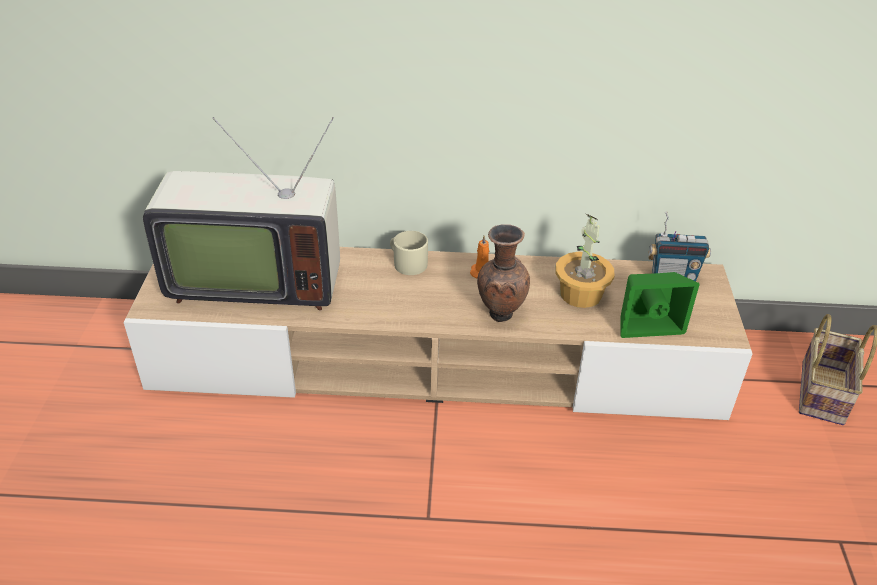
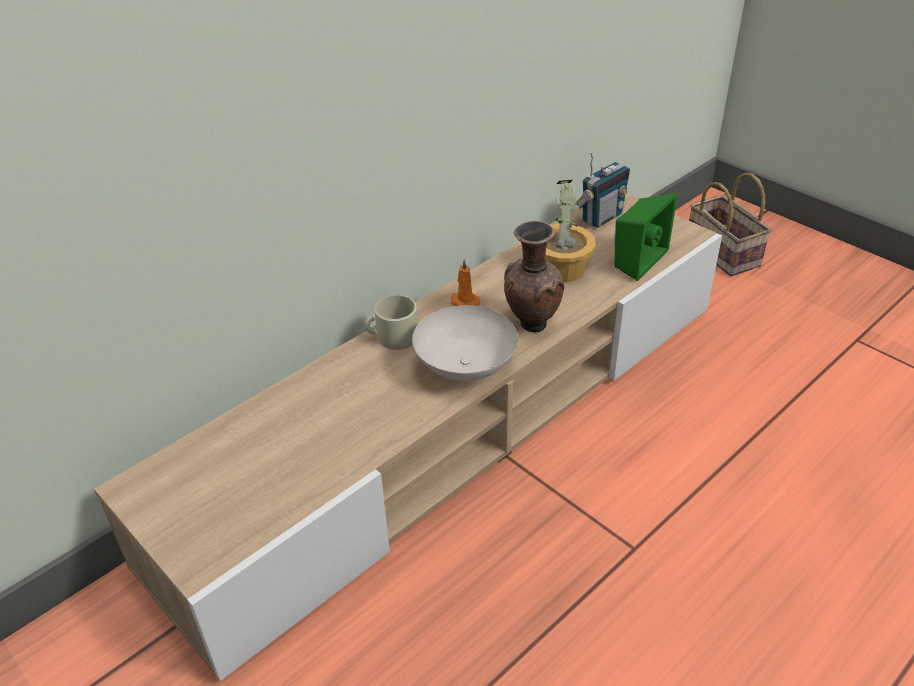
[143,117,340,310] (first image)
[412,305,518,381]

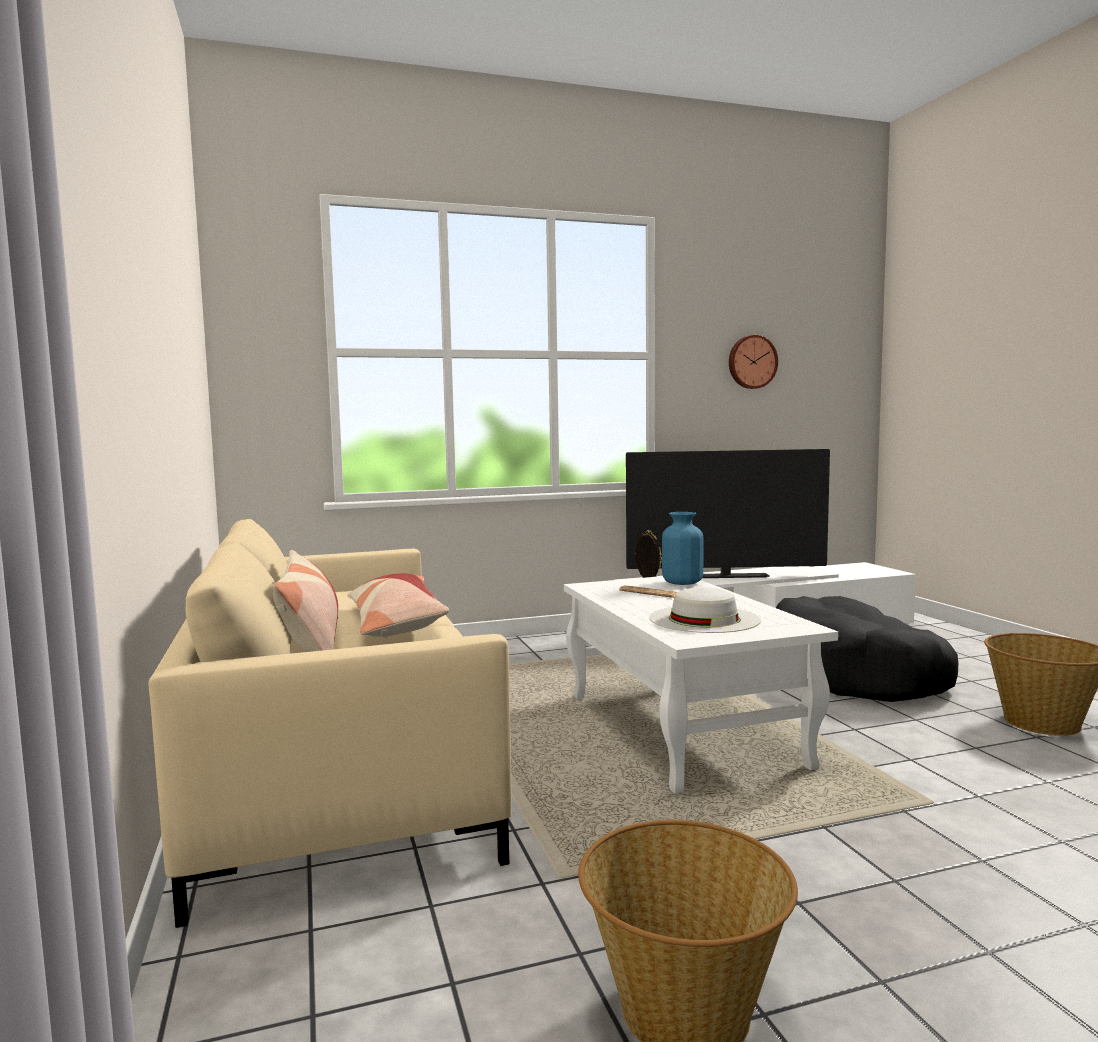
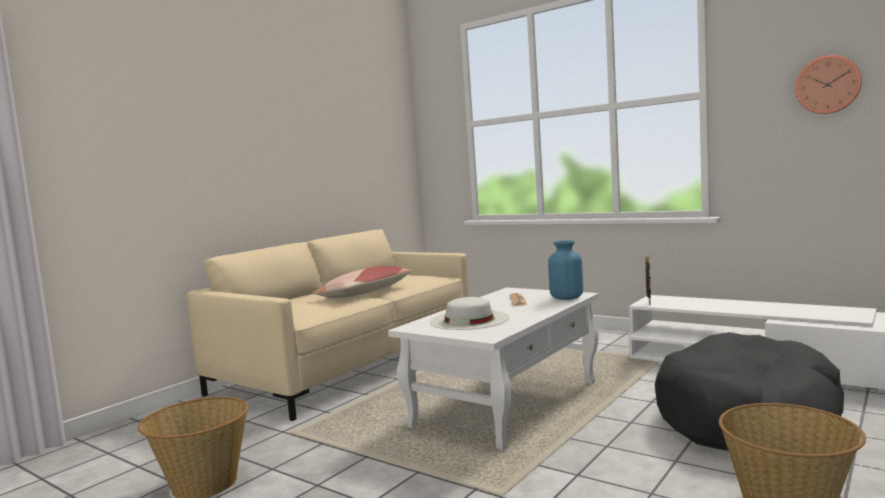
[273,550,338,652] (first image)
[626,449,830,578] (first image)

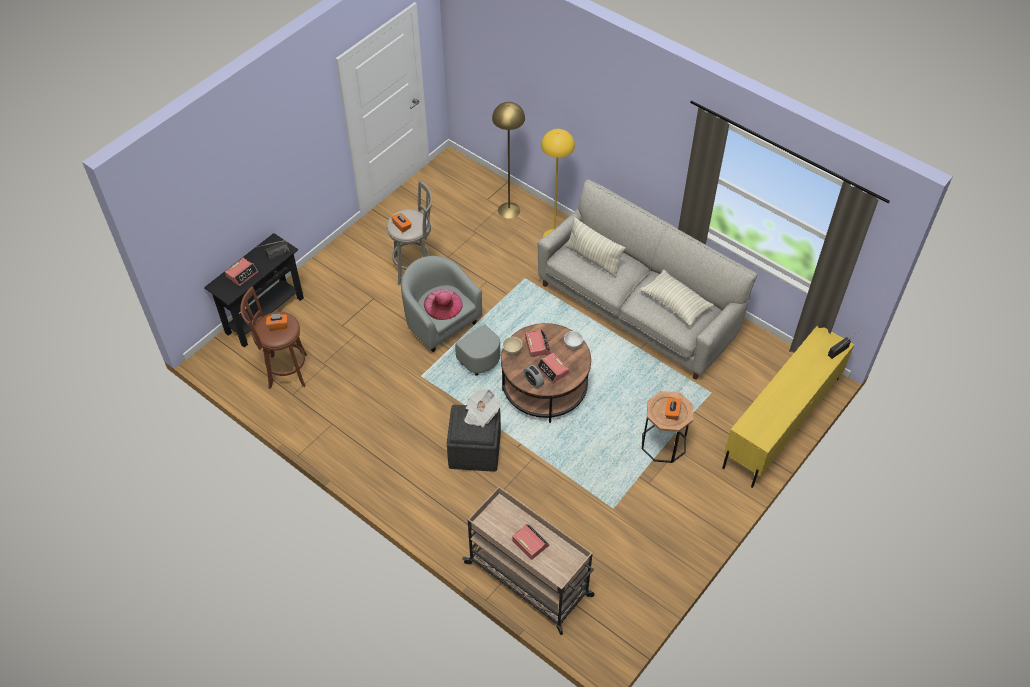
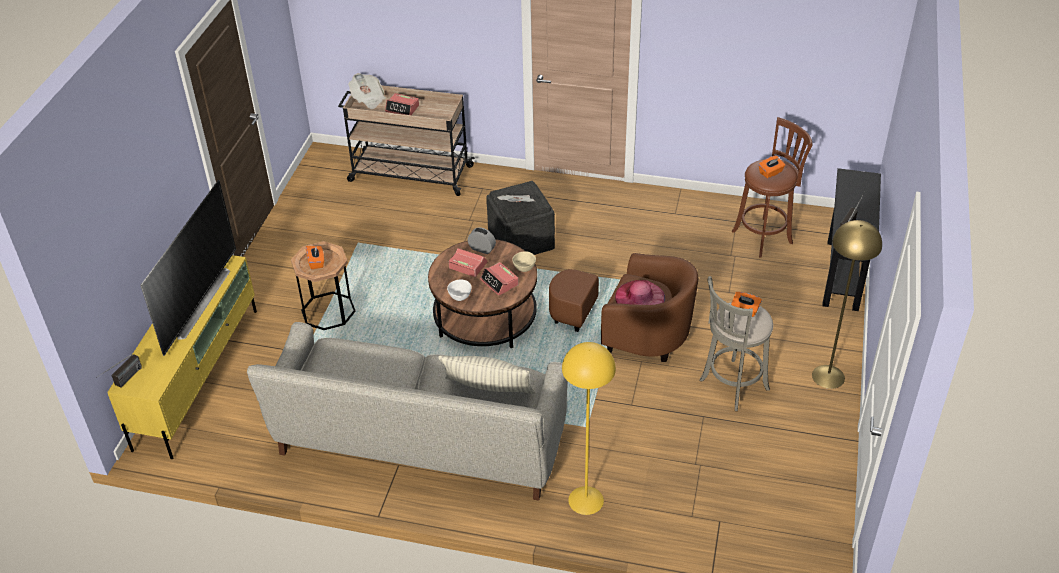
[225,258,258,286] (first image)
[549,253,698,362]
[812,220,882,389]
[640,270,714,327] (first image)
[140,180,236,356]
[348,73,386,109]

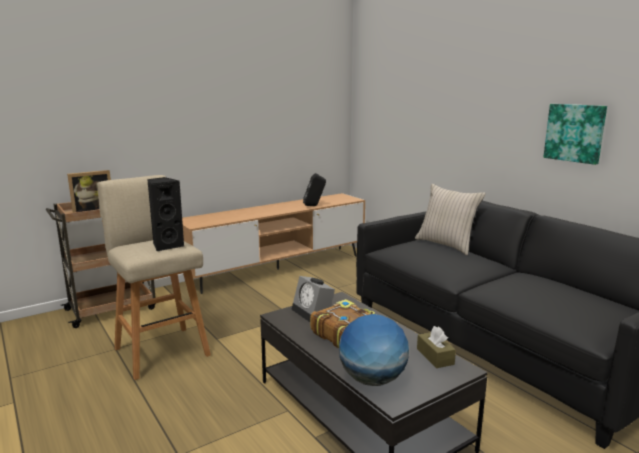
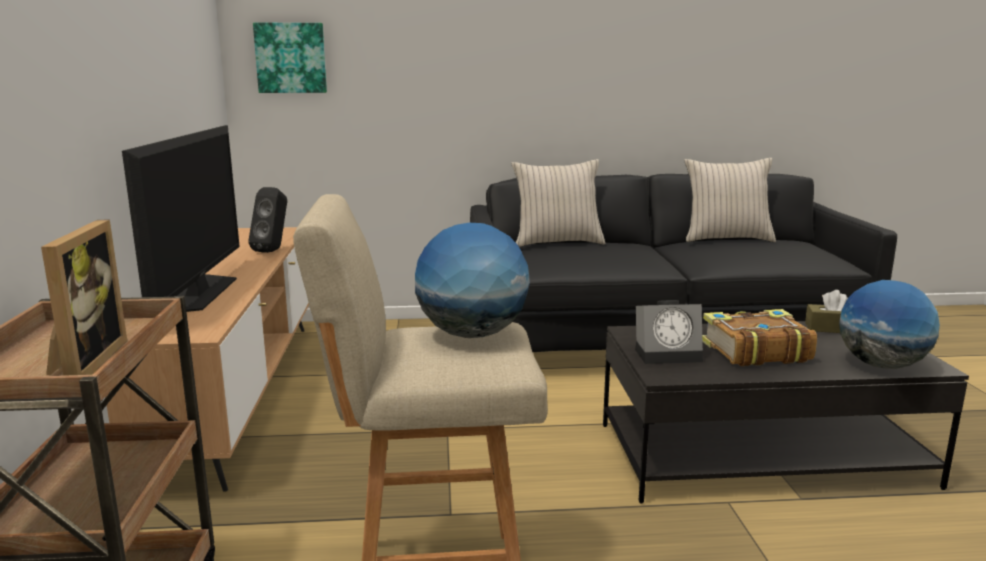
[415,223,530,338]
[253,23,327,93]
[122,125,240,312]
[684,158,776,242]

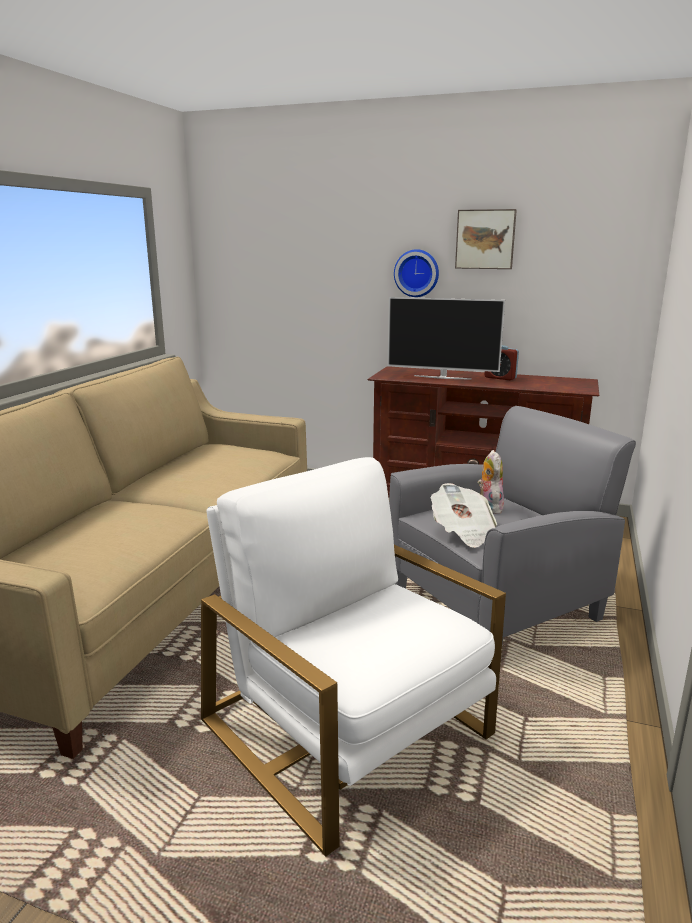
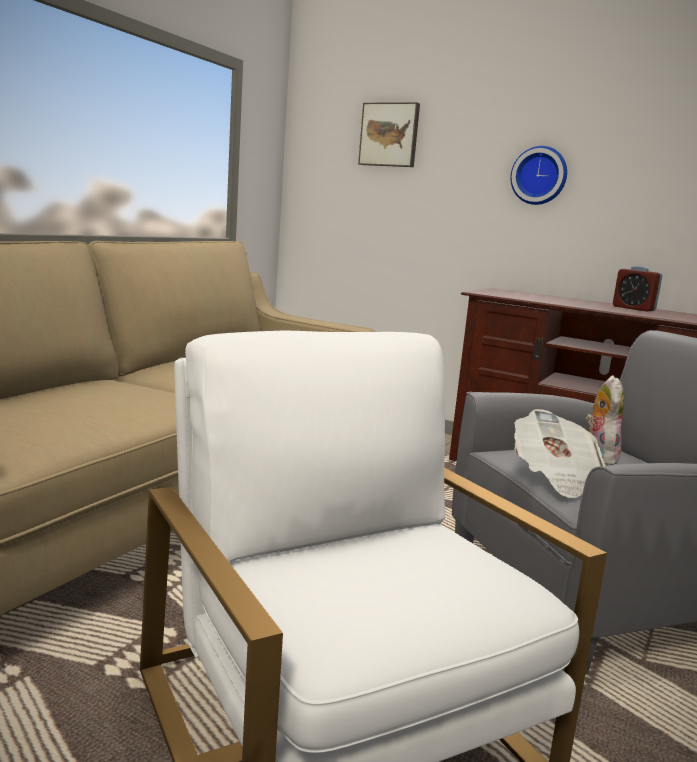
[388,297,505,380] (first image)
[358,102,420,167]

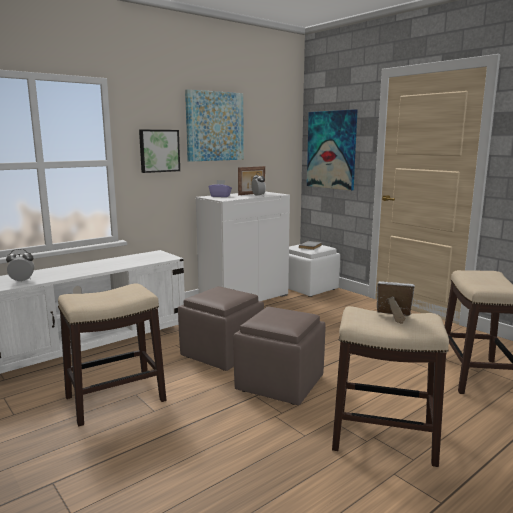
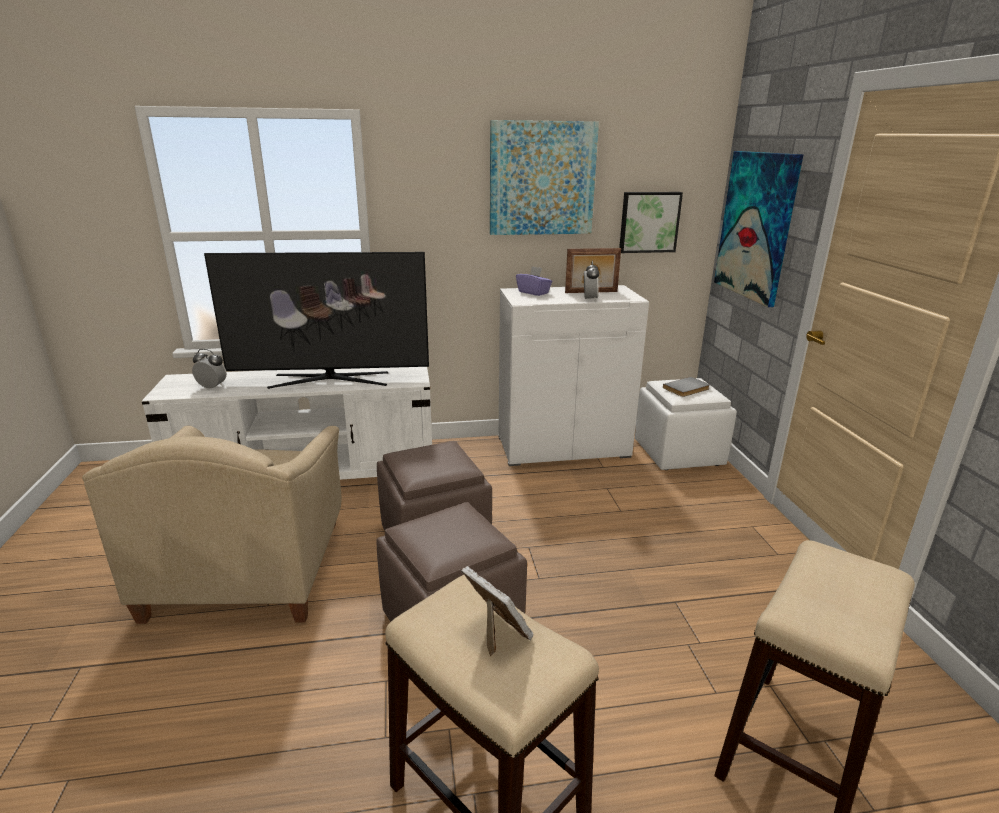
[82,426,342,624]
[619,192,683,253]
[204,252,429,389]

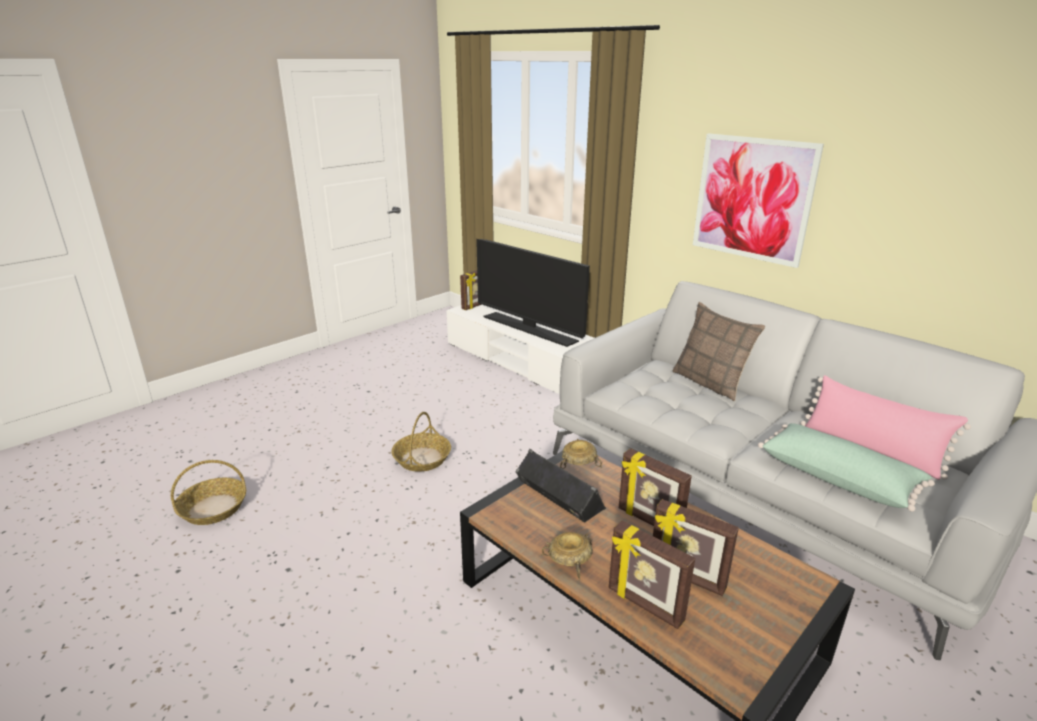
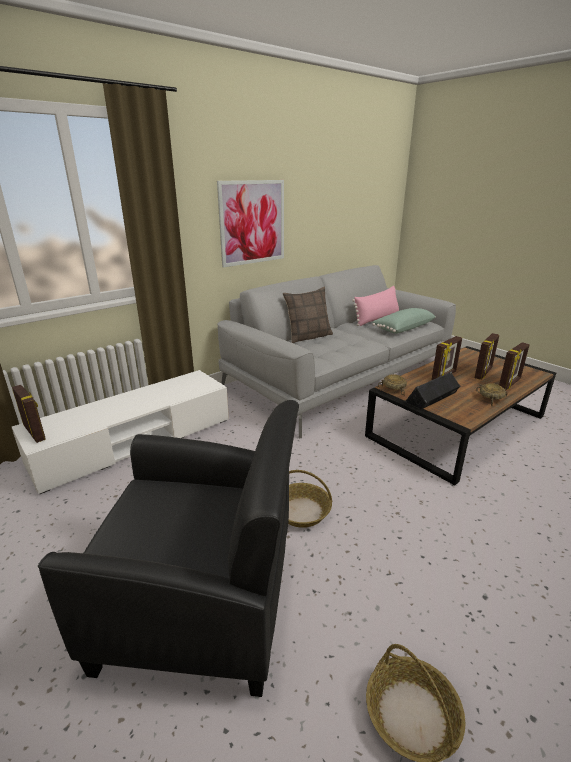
[476,239,590,347] (first image)
[38,400,299,697]

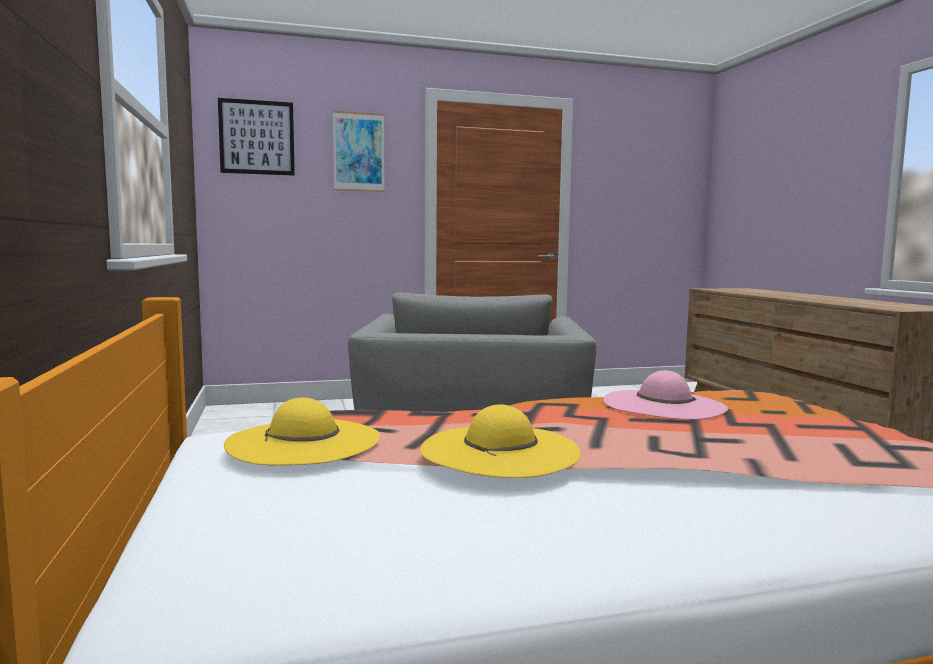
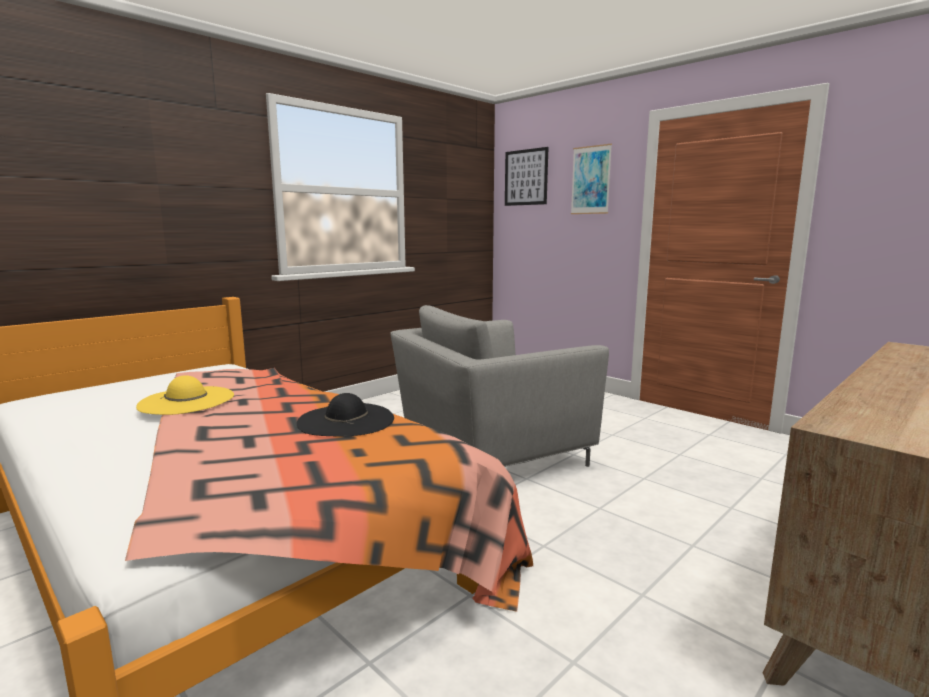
[224,398,380,465] (first image)
[297,393,394,436]

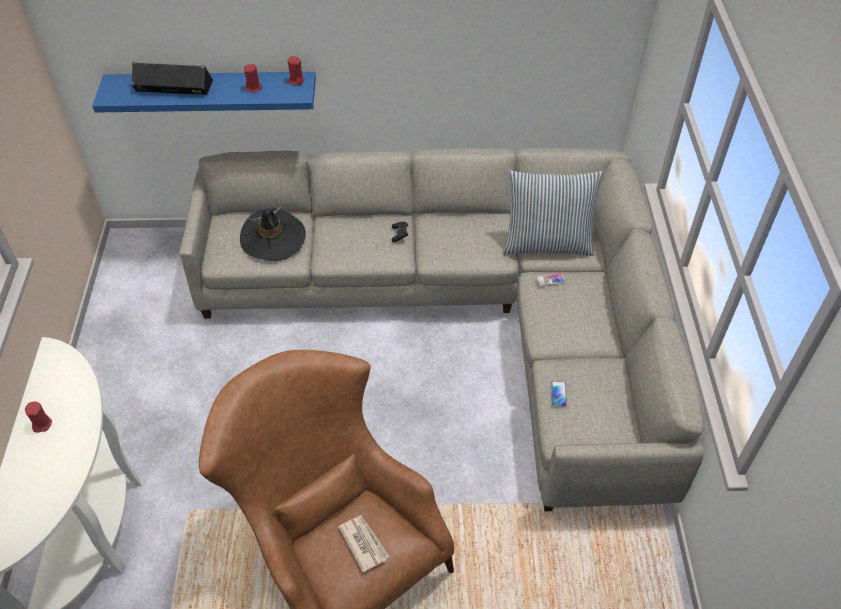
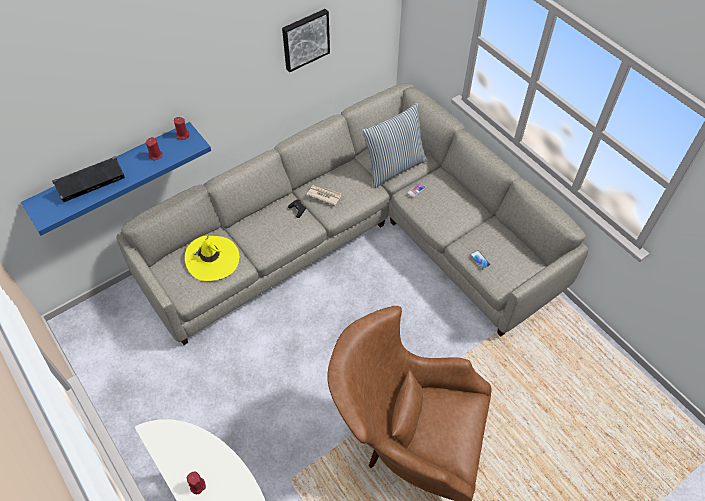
[185,233,239,281]
[306,185,342,206]
[282,9,330,72]

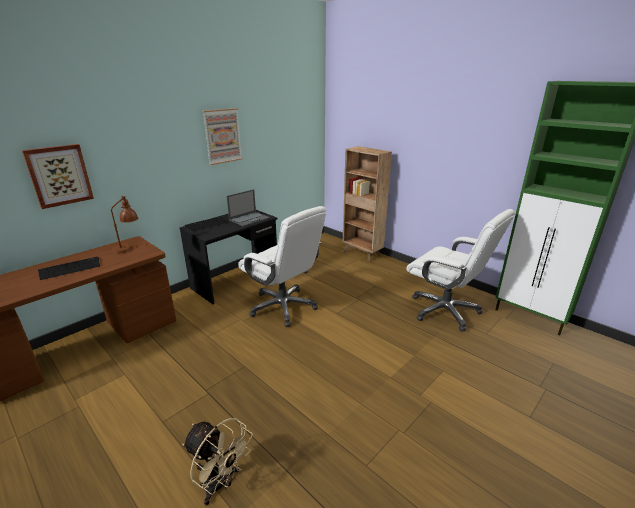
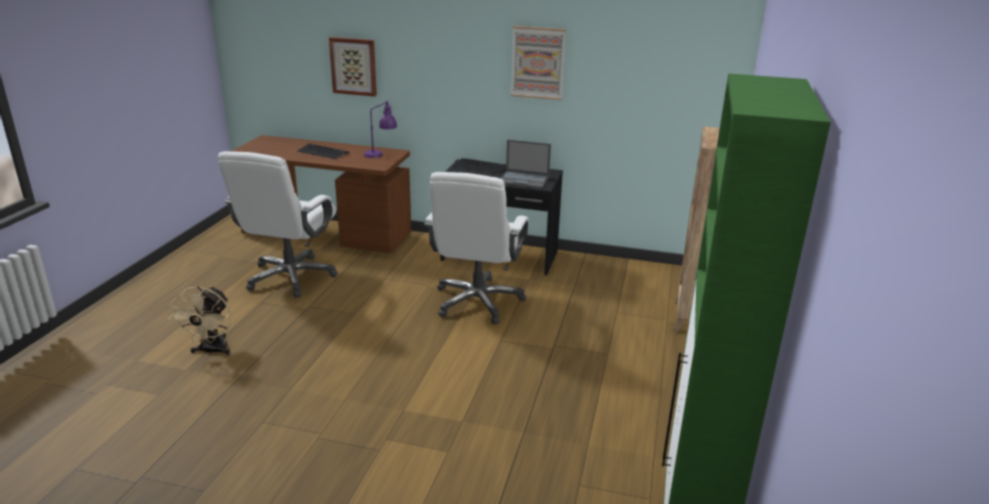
[364,101,397,158]
[218,151,338,298]

